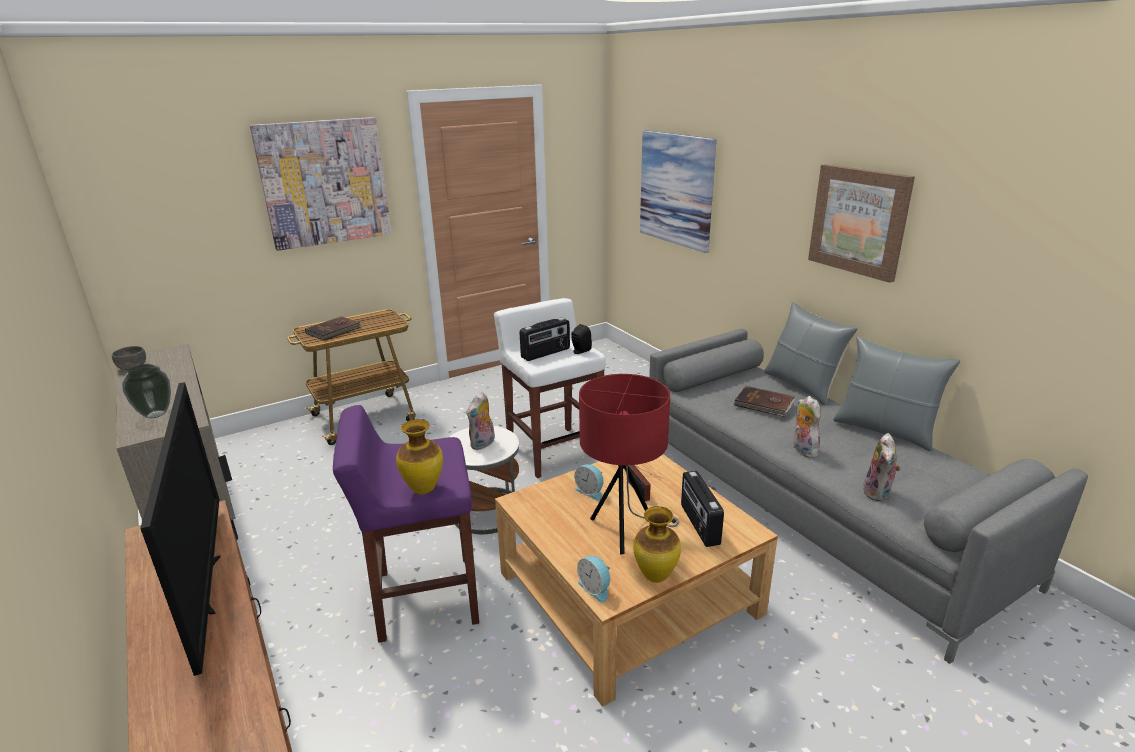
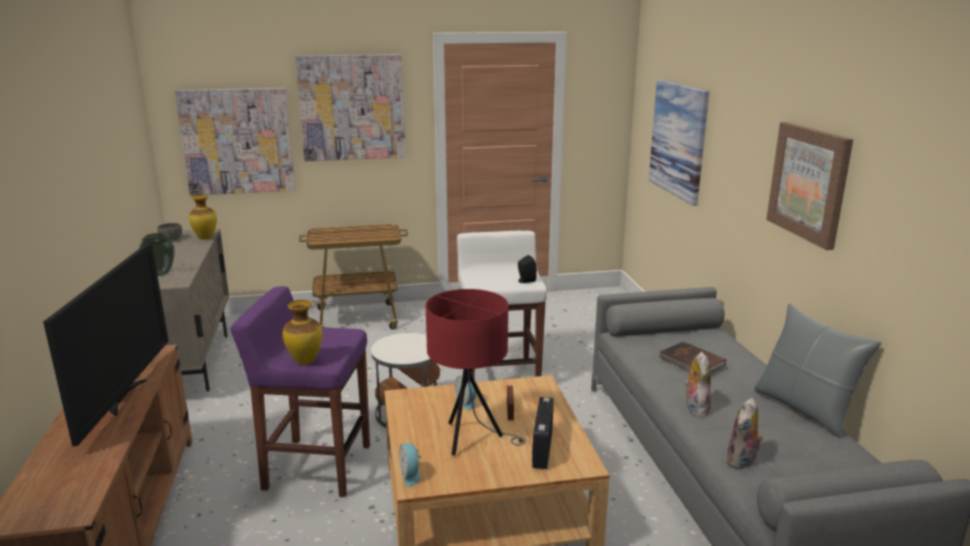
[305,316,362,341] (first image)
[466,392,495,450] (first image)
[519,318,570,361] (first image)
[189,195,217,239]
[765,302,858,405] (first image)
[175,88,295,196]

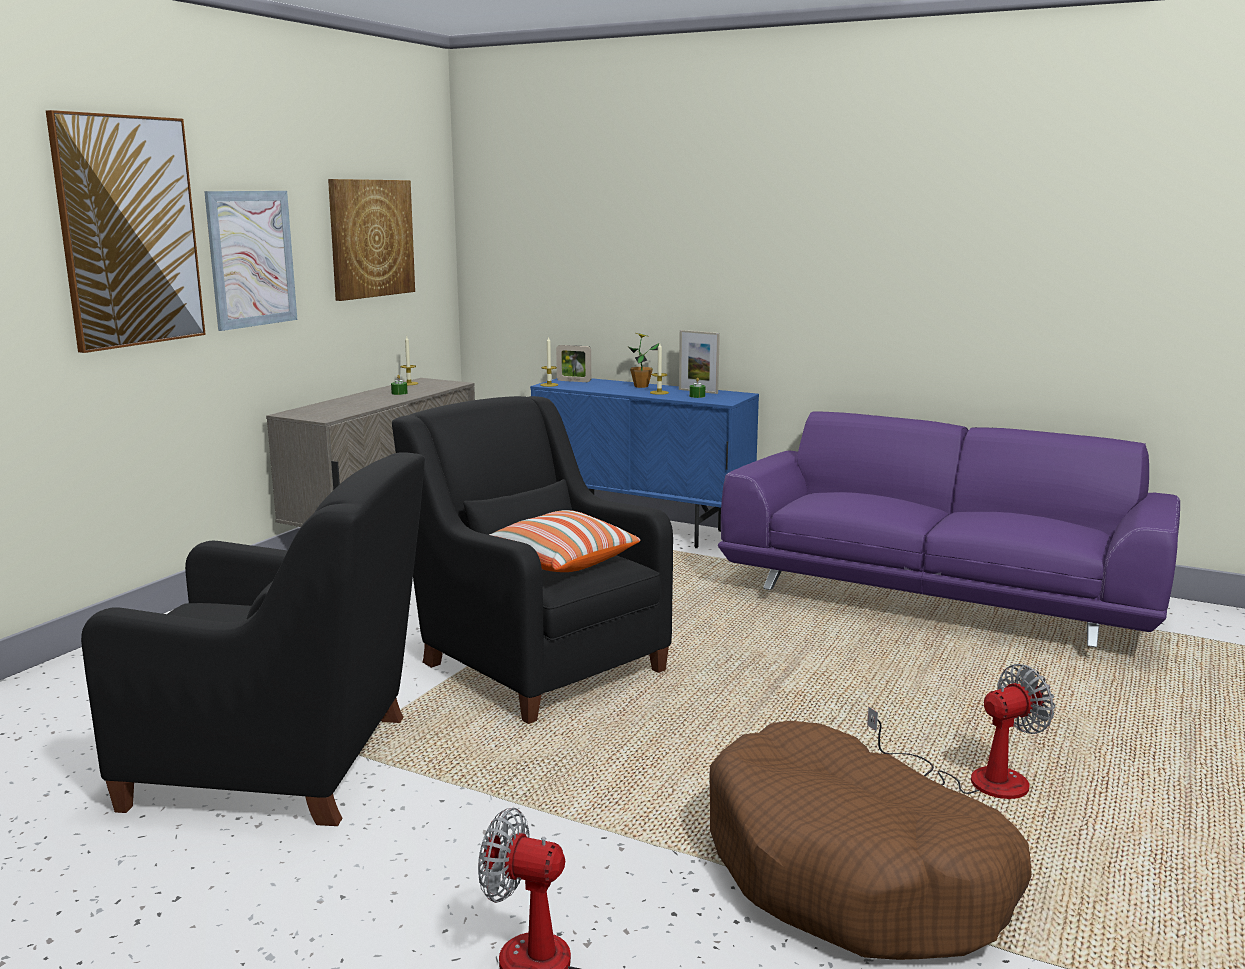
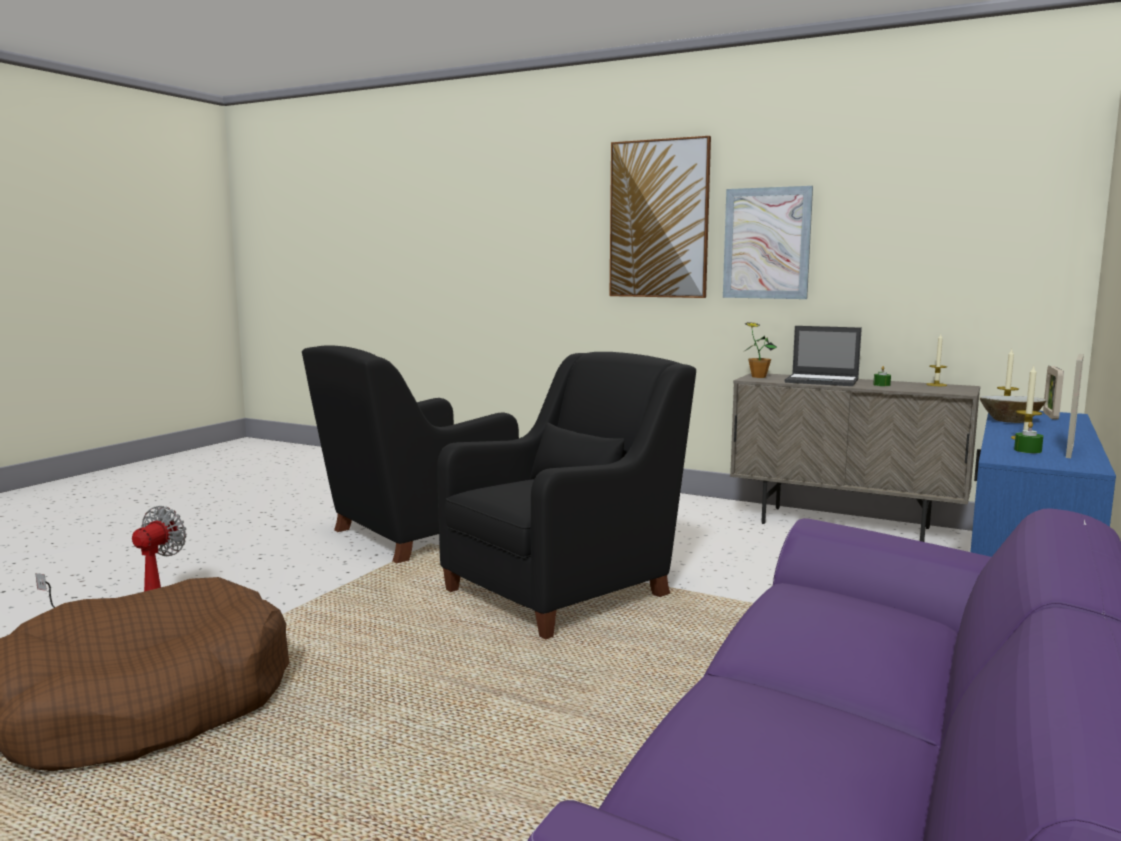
[302,345,519,563]
[328,179,415,301] (first image)
[489,510,640,572] (first image)
[745,322,777,378]
[867,664,1055,799] (first image)
[785,326,862,386]
[979,396,1046,423]

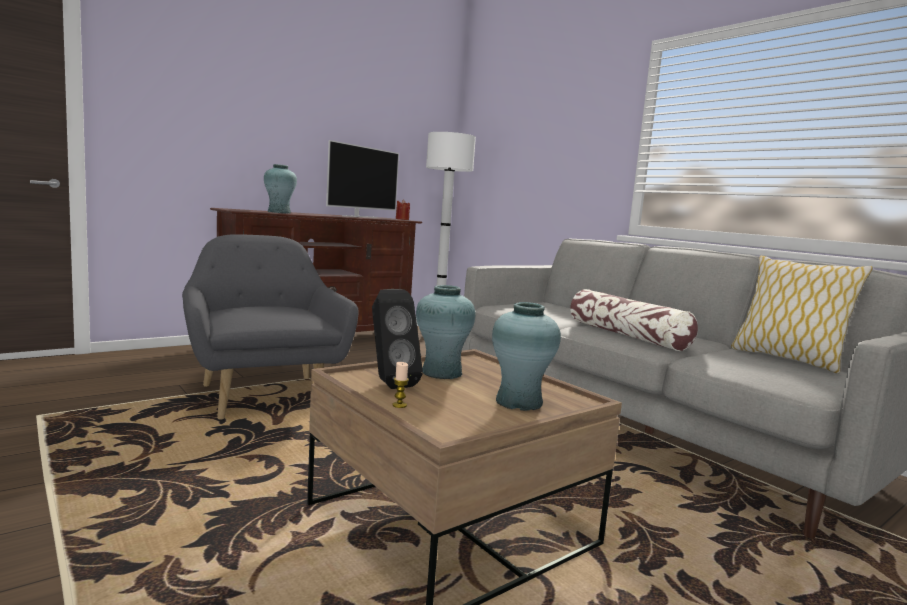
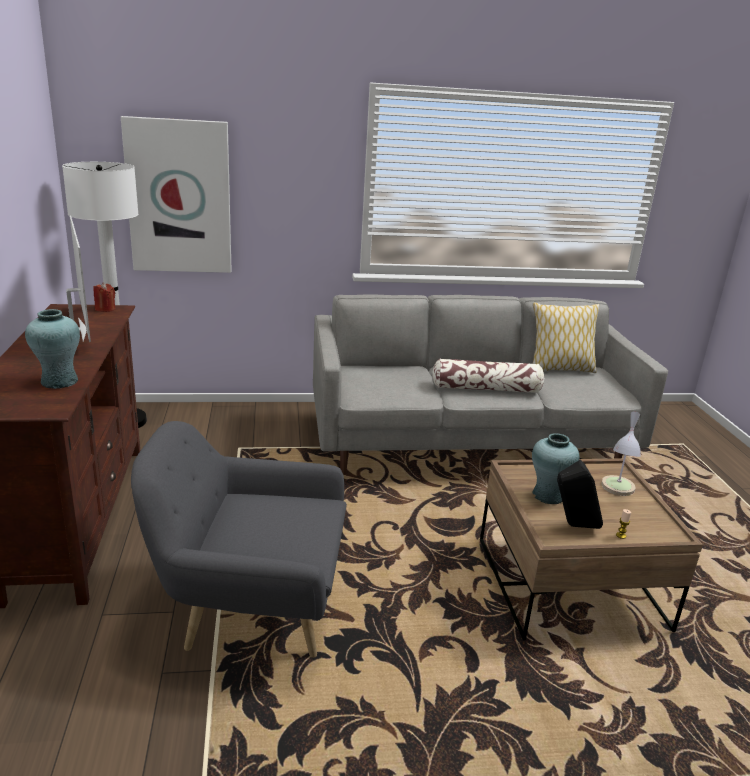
[601,411,641,496]
[121,116,232,273]

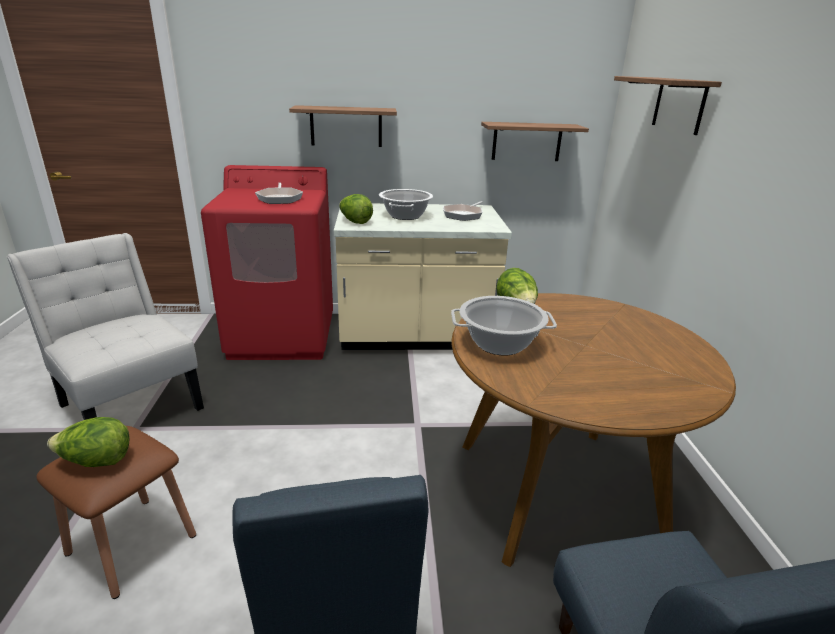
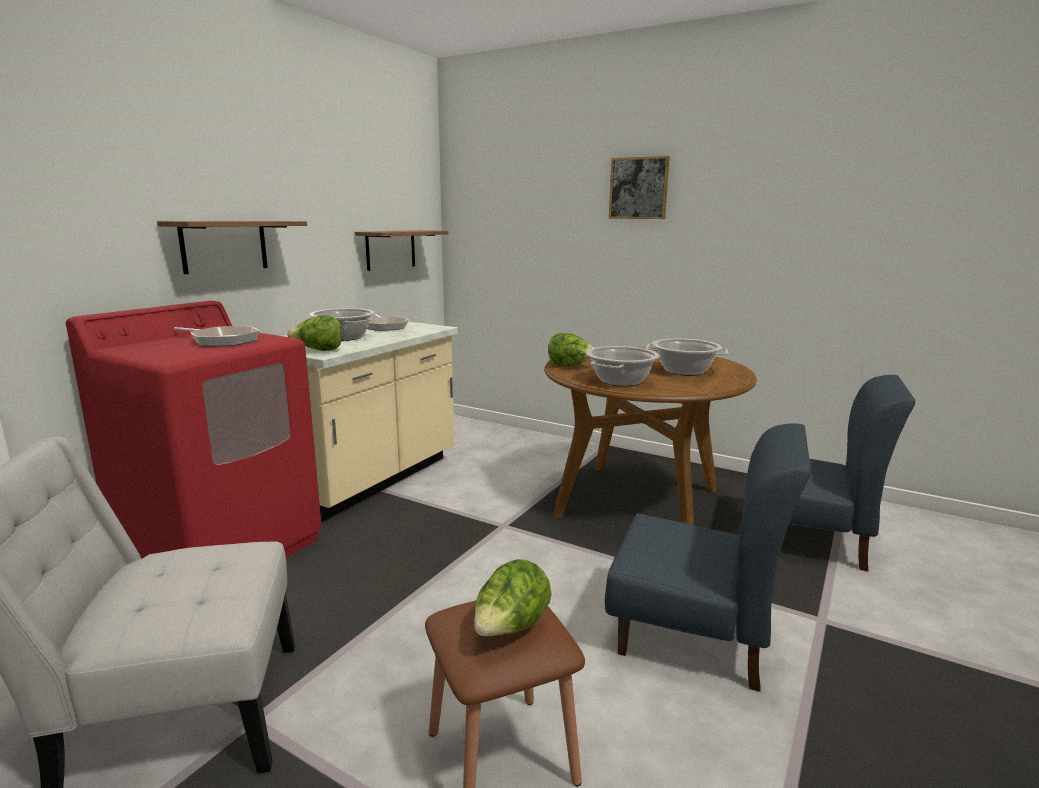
[614,76,722,135] (first image)
[609,156,670,219]
[646,339,728,376]

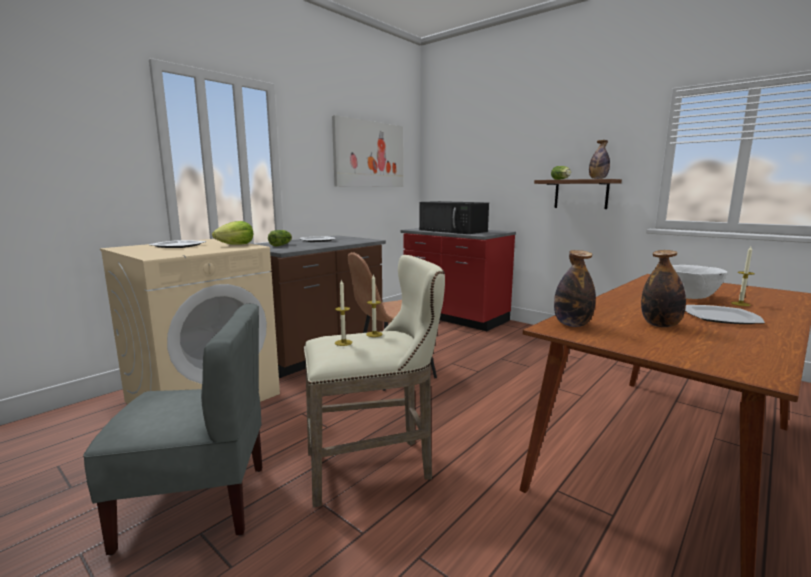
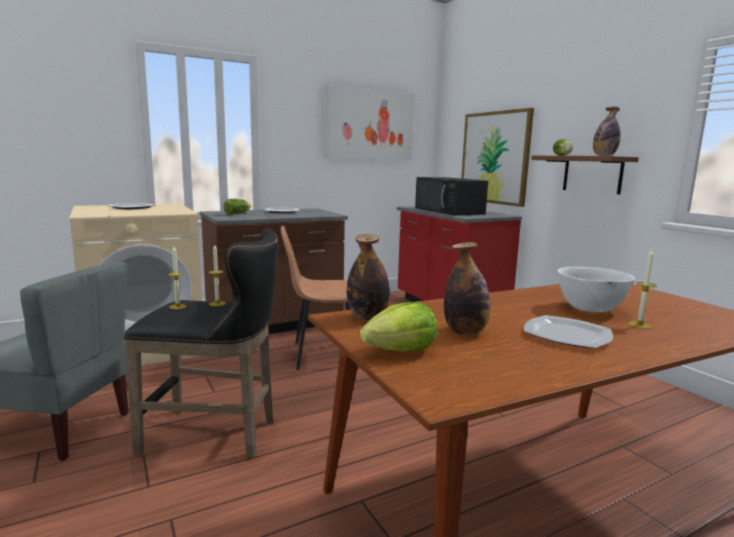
[360,302,438,351]
[124,229,279,458]
[461,108,534,207]

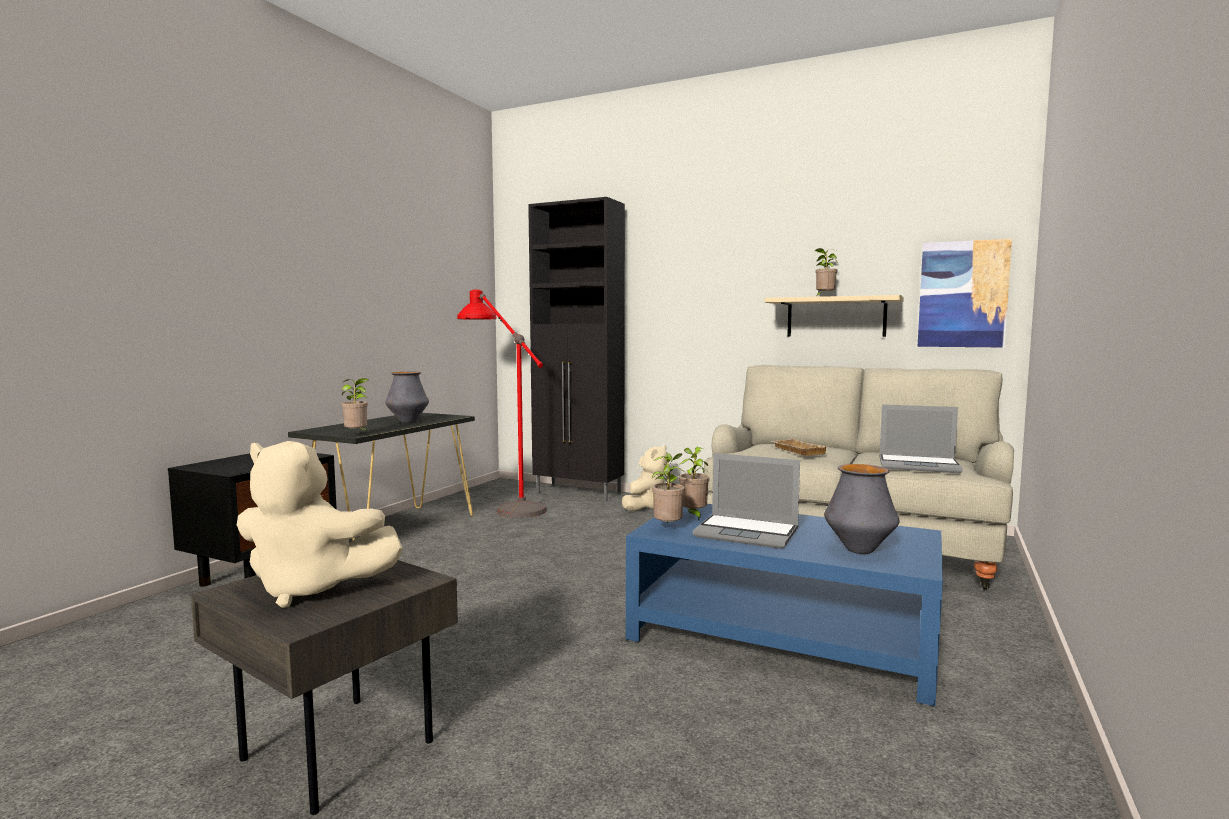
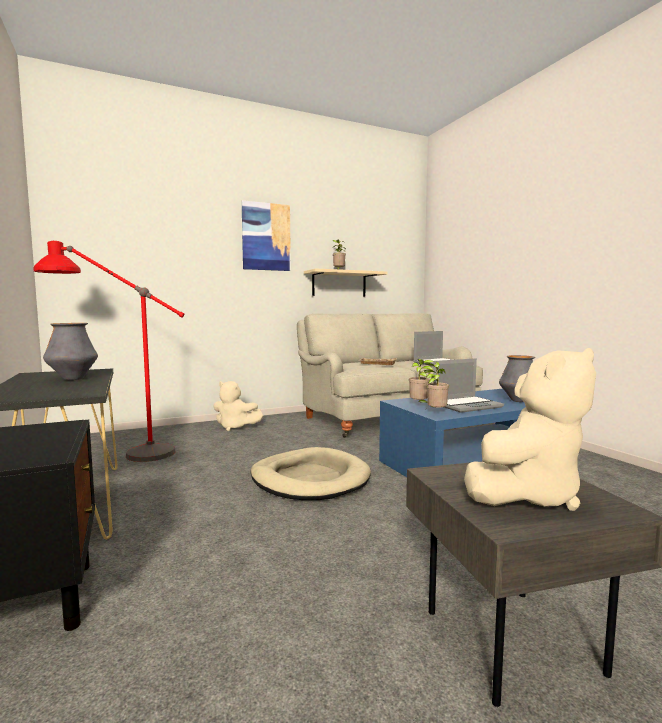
[342,378,369,432] (first image)
[528,197,625,502] (first image)
[213,381,263,431]
[242,200,291,271]
[250,447,371,500]

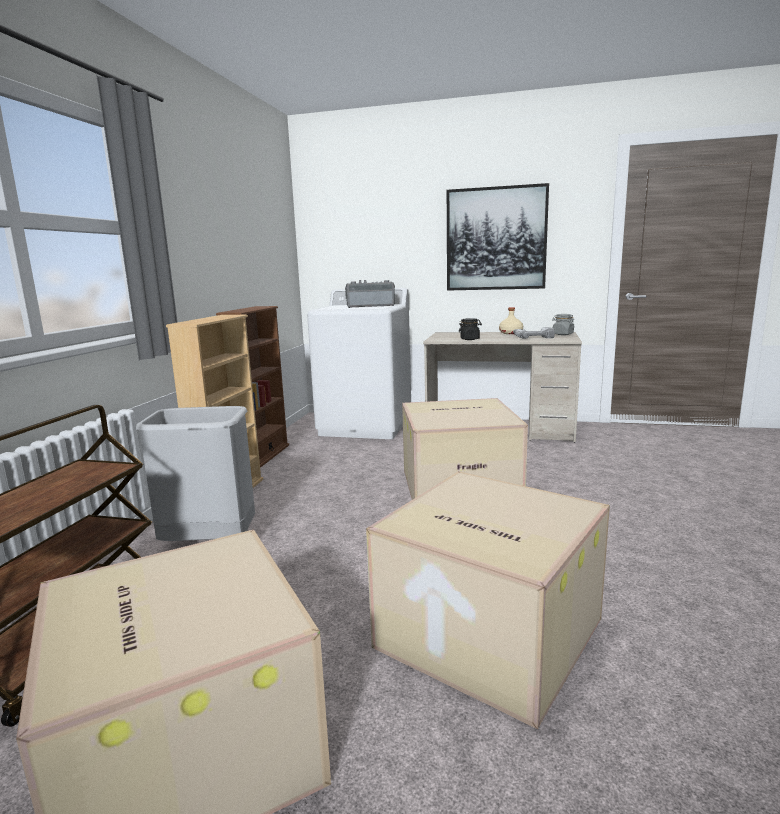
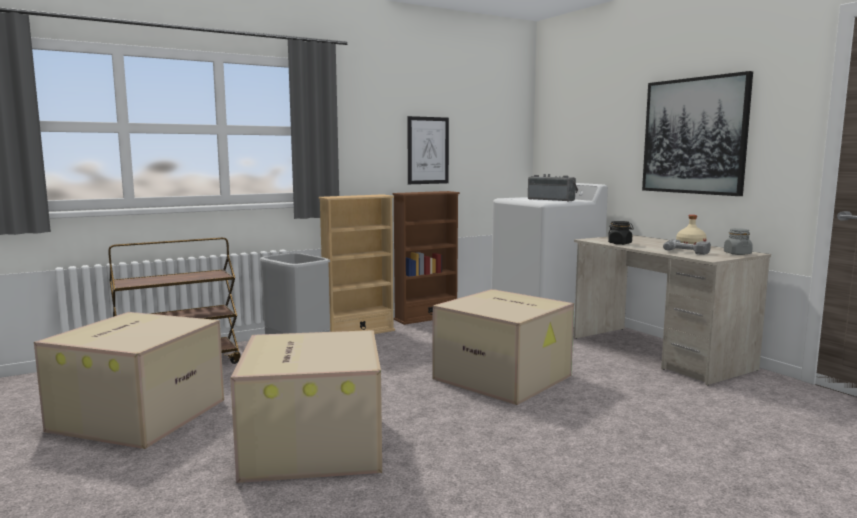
[407,116,449,184]

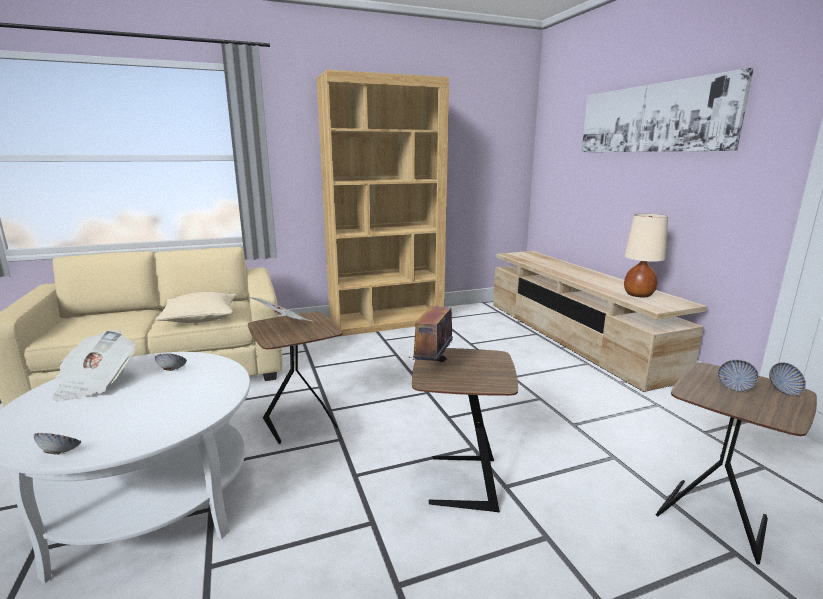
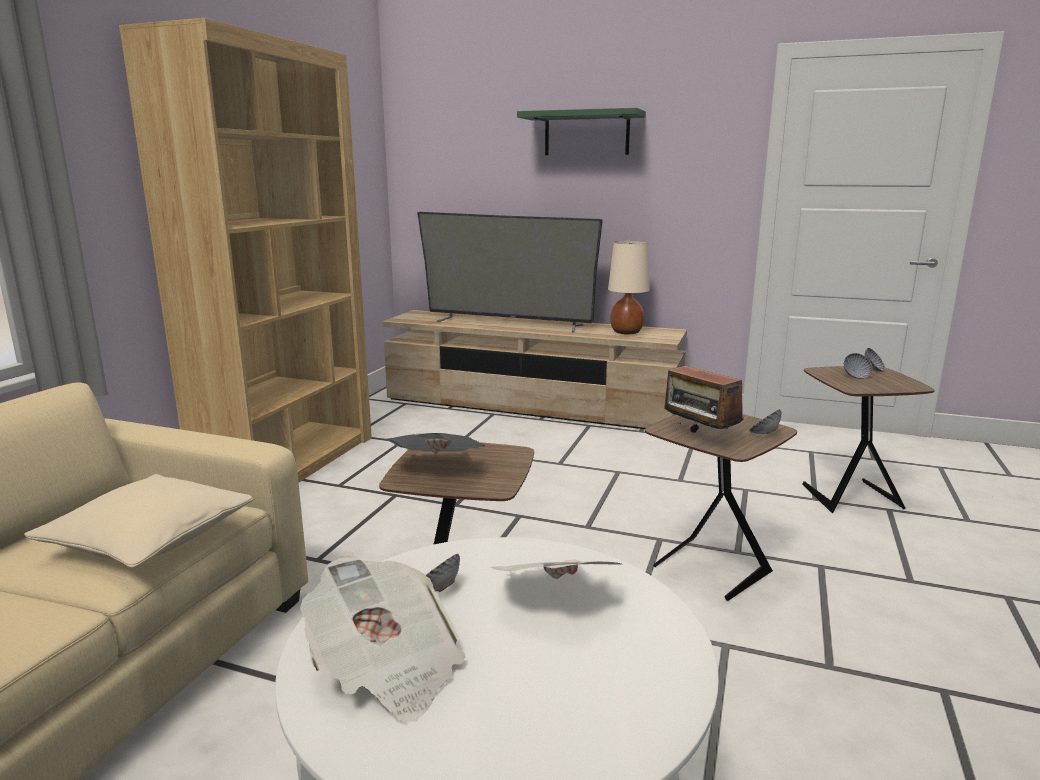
[749,409,781,434]
[517,108,646,155]
[417,212,603,332]
[491,560,621,579]

